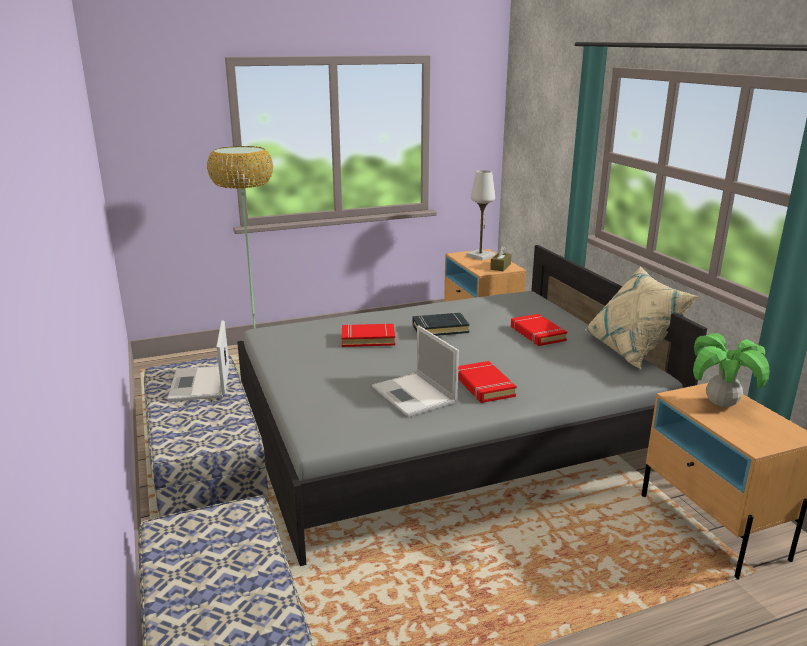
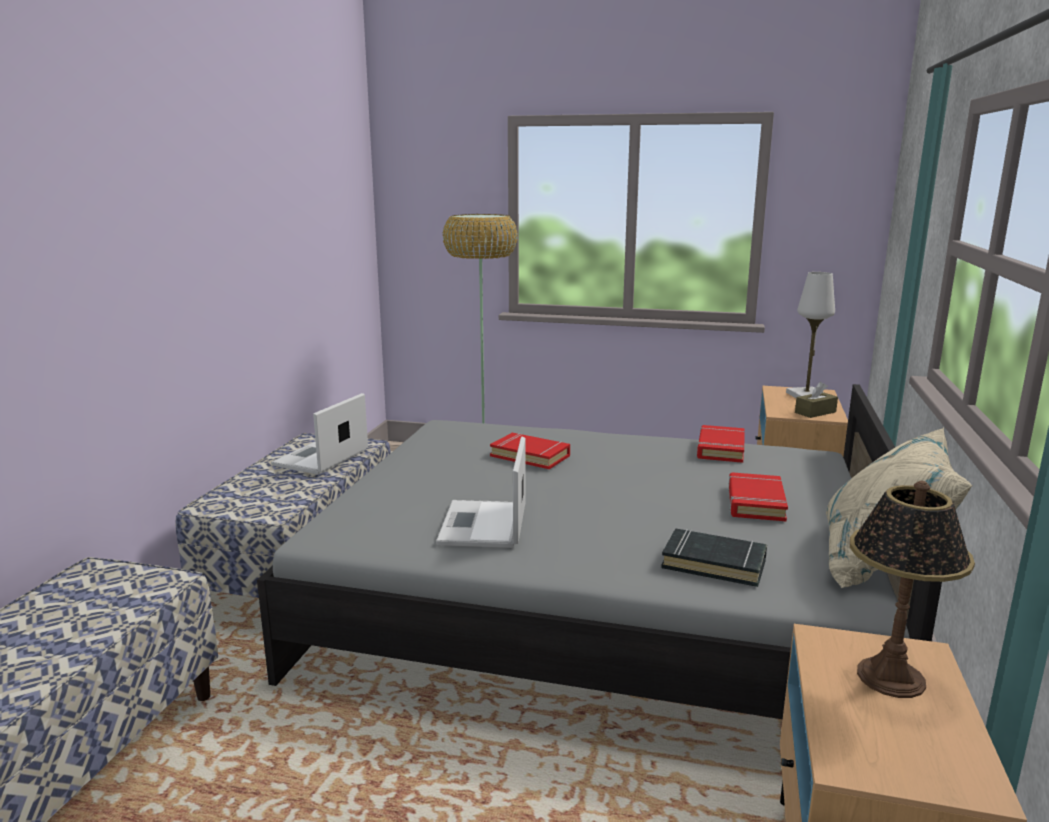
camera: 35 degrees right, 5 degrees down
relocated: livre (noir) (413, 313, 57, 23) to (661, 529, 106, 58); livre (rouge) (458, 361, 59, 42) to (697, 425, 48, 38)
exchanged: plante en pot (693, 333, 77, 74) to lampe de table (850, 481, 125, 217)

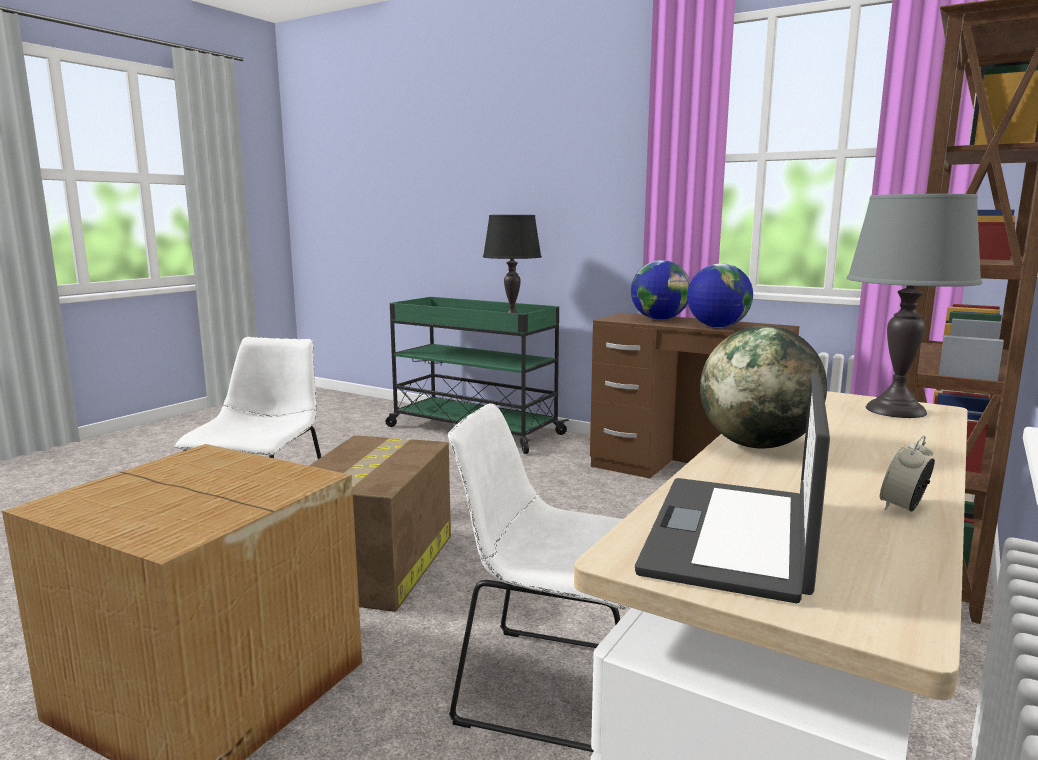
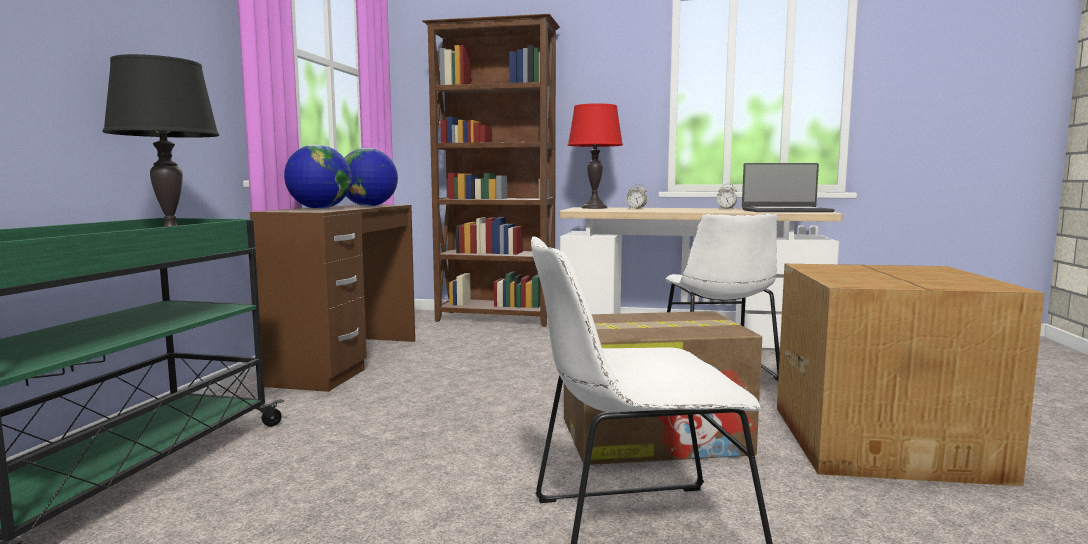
camera: 110 degrees left, 5 degrees down
missing: globe (700, 326, 127, 122)
appeared: réveil (626, 184, 21, 25)
colour: lampe de table (gris) (847, 194, 135, 224) to lampe de table (rouge) (568, 103, 55, 106)

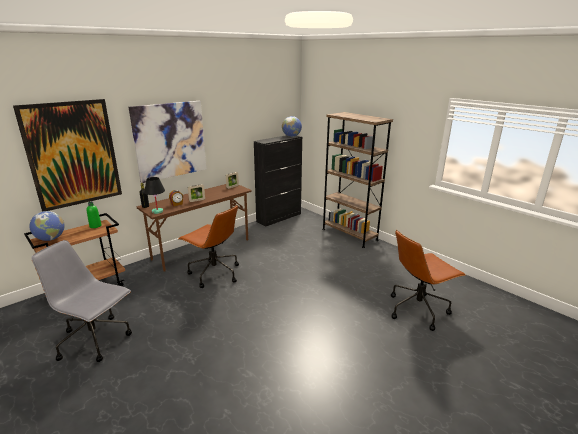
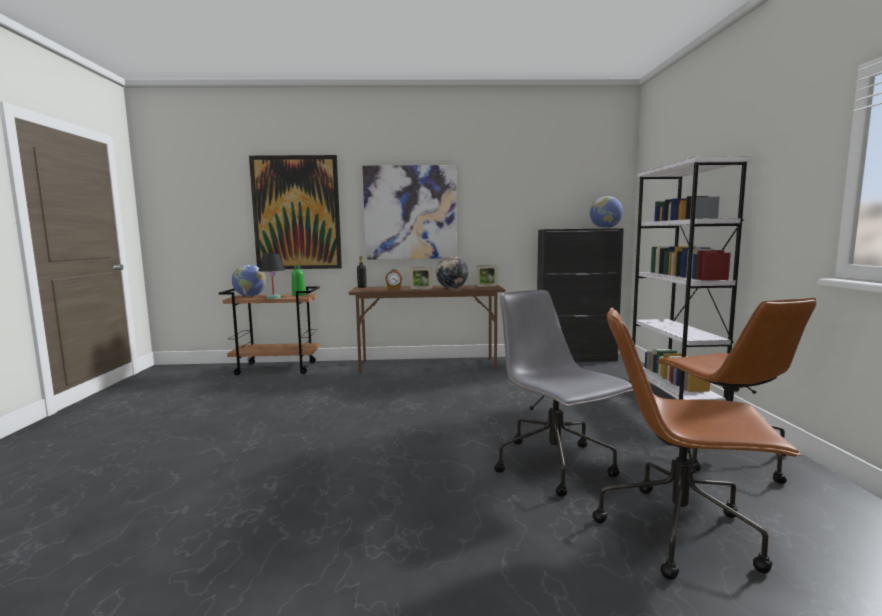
camera: 40 degrees right, 15 degrees down
appeared: globe (436, 256, 32, 33)
relocated: lampe de table (noir) (144, 177, 21, 37) to (259, 253, 26, 46); chaise de bureau (gris) (31, 240, 101, 122) to (494, 290, 139, 207); chaise de bureau (marron) (178, 205, 61, 83) to (656, 297, 161, 187)
colour: bibliothèque (marron) (322, 112, 71, 136) to bibliothèque (blanc) (629, 156, 123, 245)

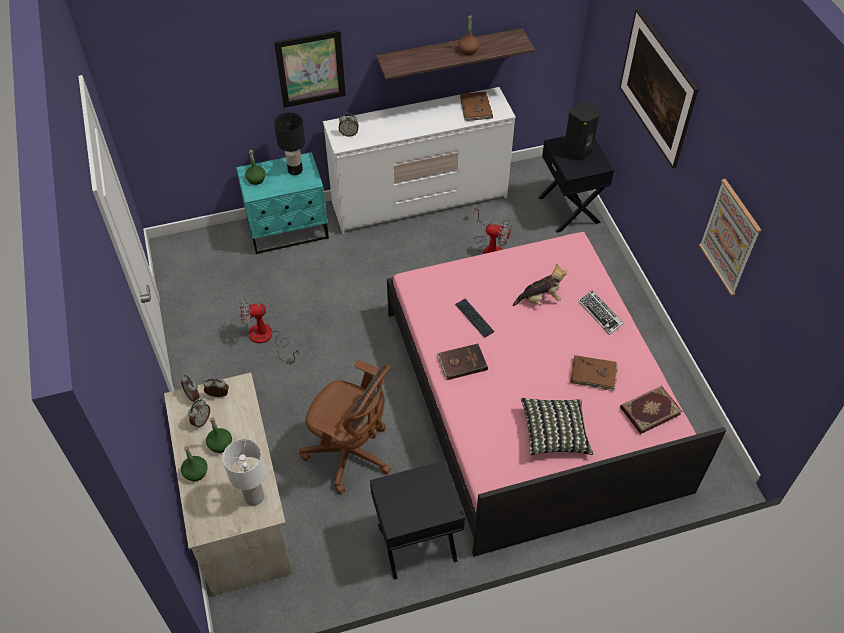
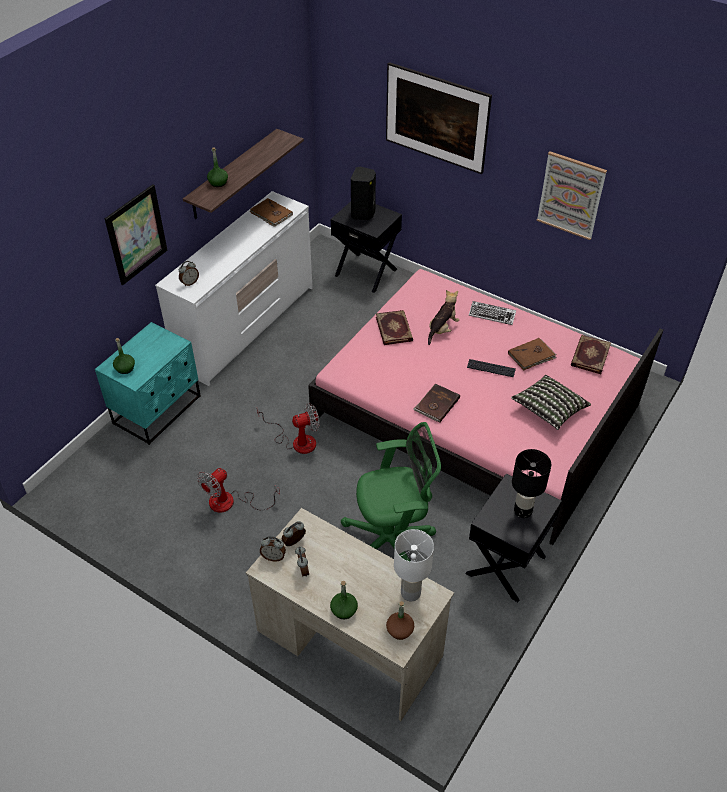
camera: 40 degrees left, 5 degrees down
appeared: livre (376, 310, 37, 35)
relocated: bouteille (vert) (206, 417, 26, 36) to (207, 148, 21, 39); ventilateur (474, 204, 38, 50) to (257, 403, 63, 51); bouteille (marron) (458, 15, 21, 40) to (386, 601, 28, 39); clavier (455, 299, 39, 39) to (467, 359, 49, 18); lampe de table (noir) (274, 112, 31, 63) to (512, 449, 39, 69)
colour: chaise de bureau (marron) (299, 360, 92, 134) to chaise de bureau (vert) (341, 422, 100, 140)

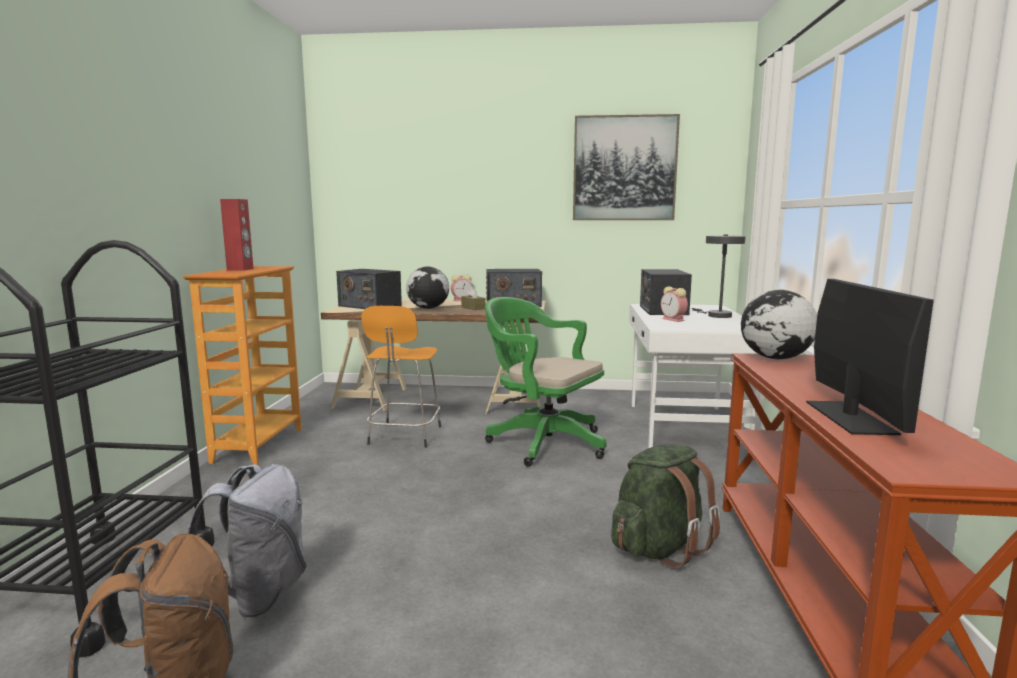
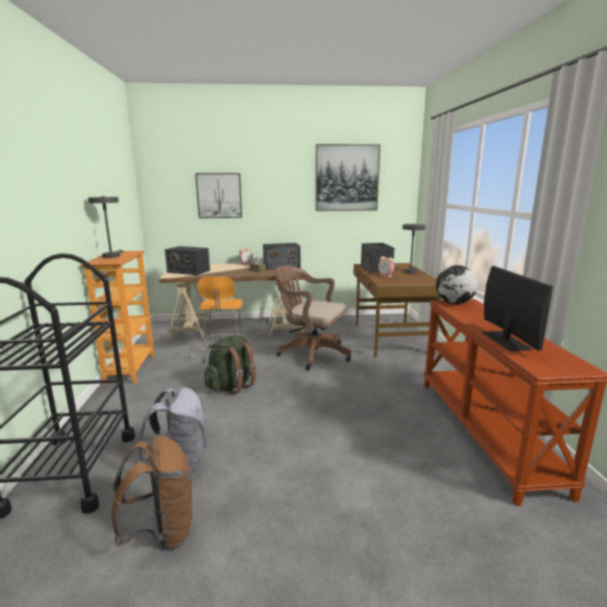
camera: 10 degrees left, 5 degrees up
missing: globe (406, 266, 43, 43)
appeared: tableau (195, 173, 47, 45)
relocated: sac à dos (vert) (611, 444, 109, 124) to (205, 335, 52, 59)
exchanged: enceinte (rouge) (220, 199, 33, 72) to lampe de table (gris) (88, 196, 36, 62)
colour: chaise de bureau (vert) (485, 297, 121, 170) to chaise de bureau (marron) (275, 265, 77, 105); bureau (blanc) (629, 304, 135, 144) to bureau (marron) (353, 263, 88, 94)

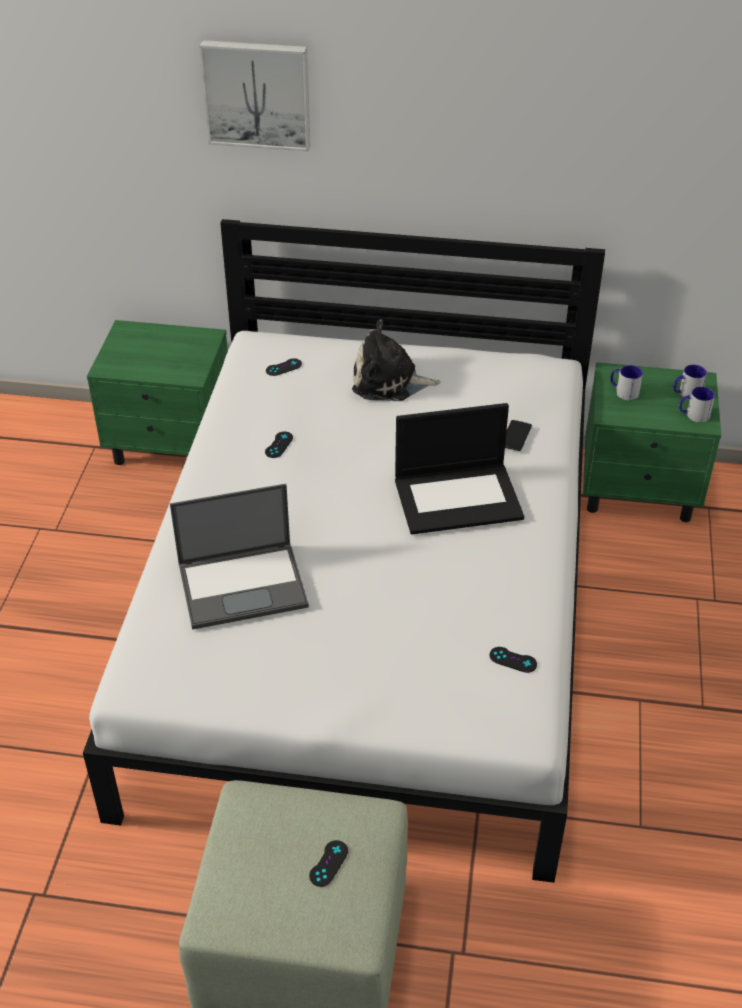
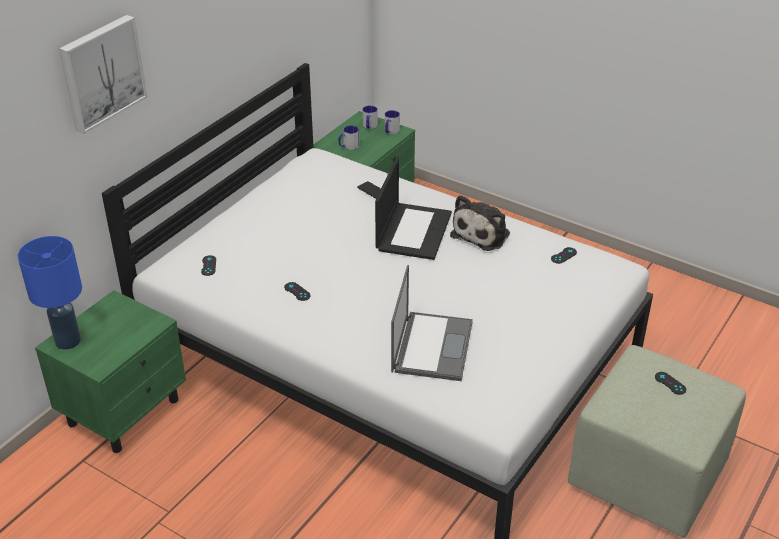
camera: 65 degrees left, 5 degrees down
appeared: lampe de table (bleu) (18, 236, 64, 114)
relocated: peluche (352, 319, 88, 82) to (450, 195, 60, 56)

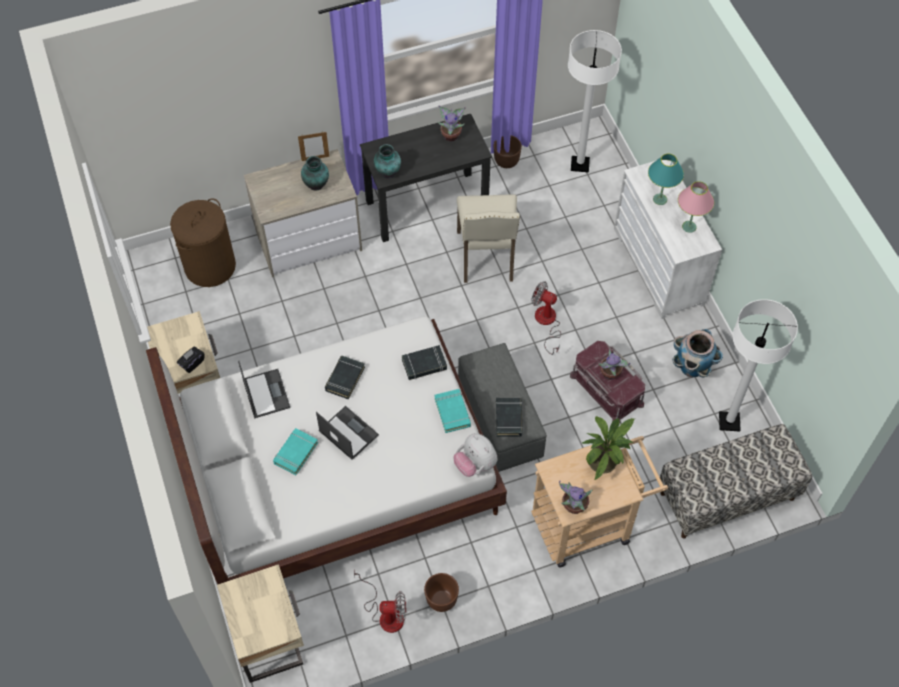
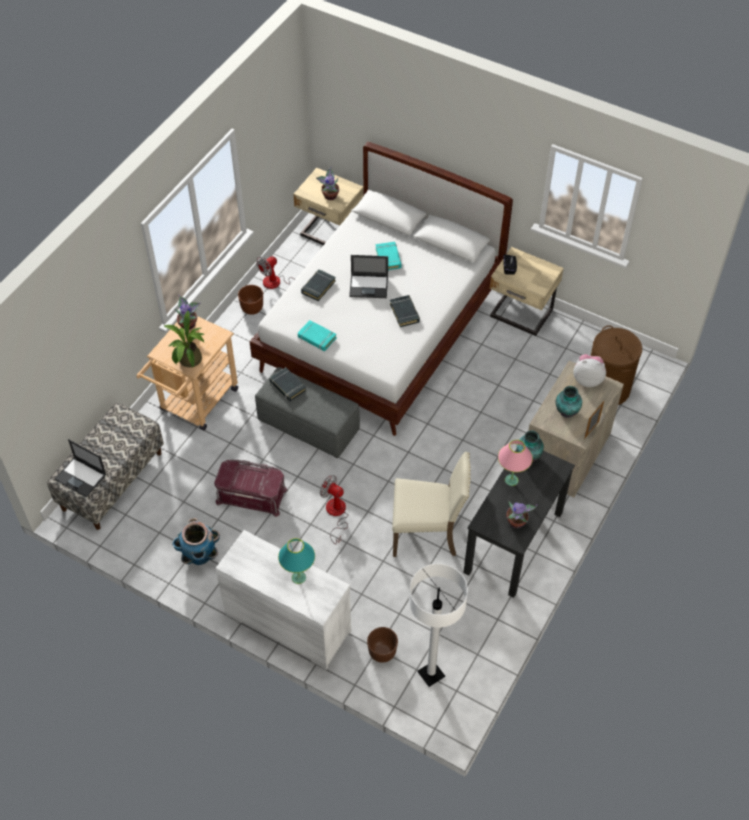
camera: 140 degrees right, 5 degrees down
missing: lampadaire (blanc) (719, 299, 79, 132)
relocated: ordinateur portable (238, 361, 52, 57) to (55, 439, 52, 59); livre (noir) (402, 345, 45, 35) to (301, 269, 35, 32); plante en pot (598, 349, 32, 31) to (316, 166, 23, 34); cache-pot (marron) (494, 136, 28, 32) to (367, 627, 31, 36); lampe de table (rose) (678, 181, 36, 52) to (498, 440, 35, 46); peluche (454, 433, 43, 44) to (573, 354, 33, 33)
spun: ventilateur (532, 281, 29, 74) = (320, 475, 28, 70) 135 degrees counterclockwise; chaise (beige) (457, 194, 63, 89) = (392, 452, 79, 105) 135 degrees clockwise

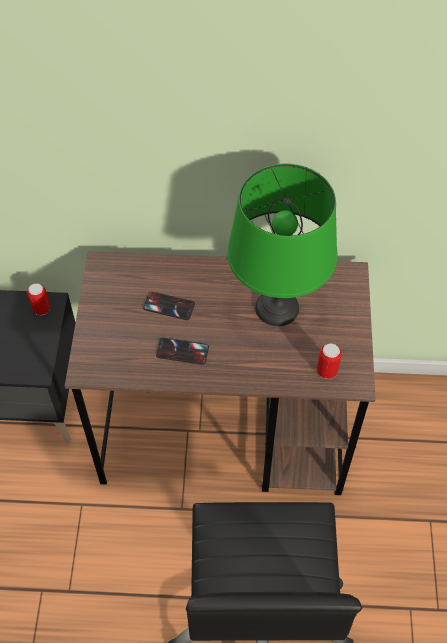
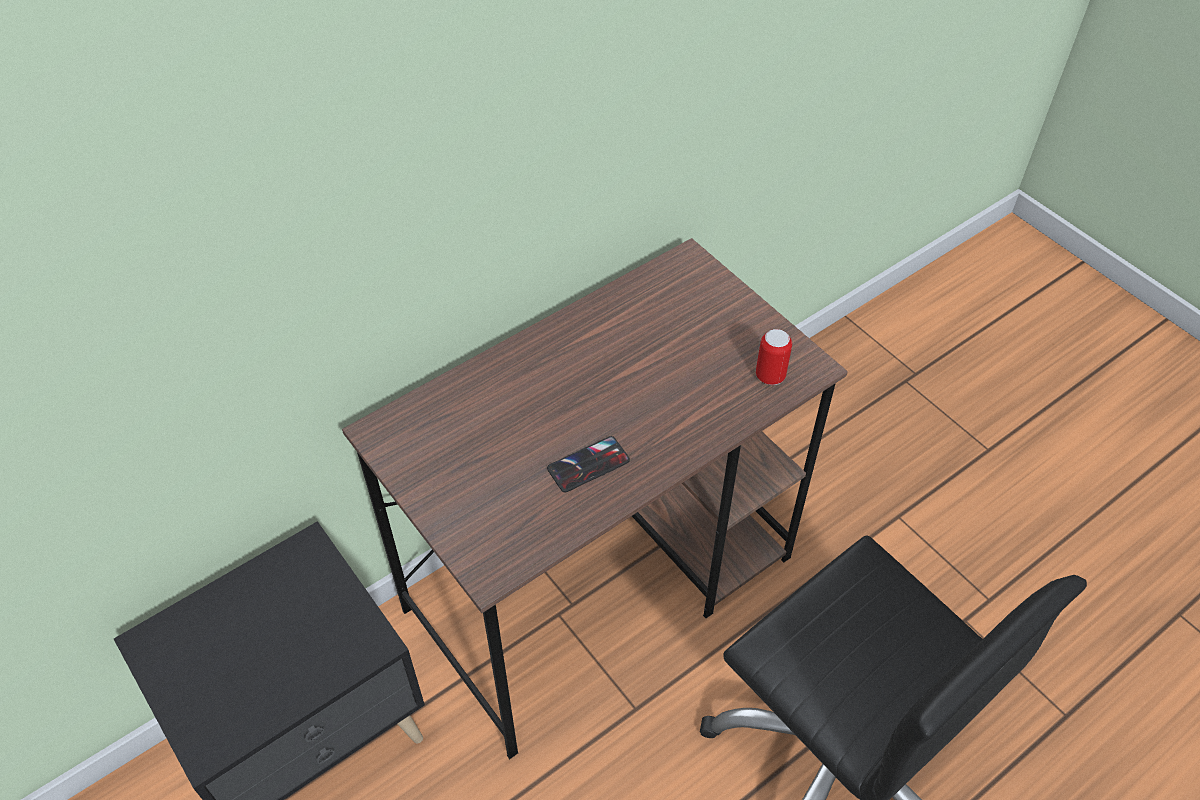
camera: 40 degrees left, 5 degrees down
missing: boîte métallique (27, 283, 23, 32); téléphone (143, 292, 52, 28); lampe de table (vert) (227, 164, 111, 162)

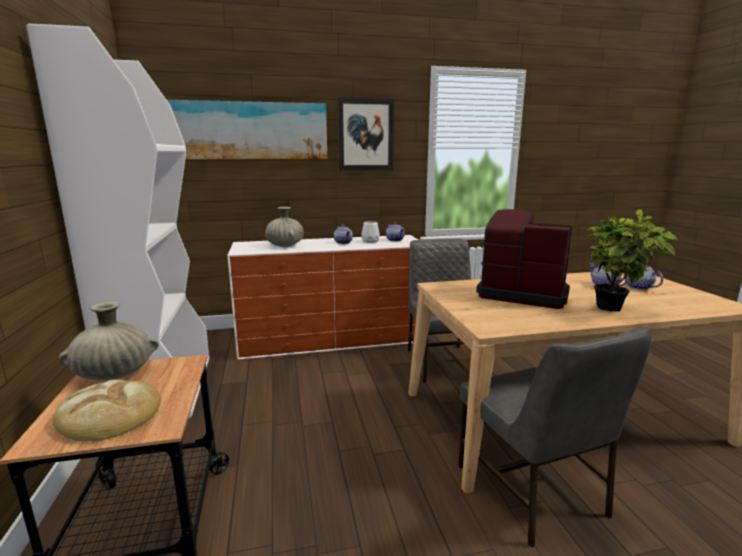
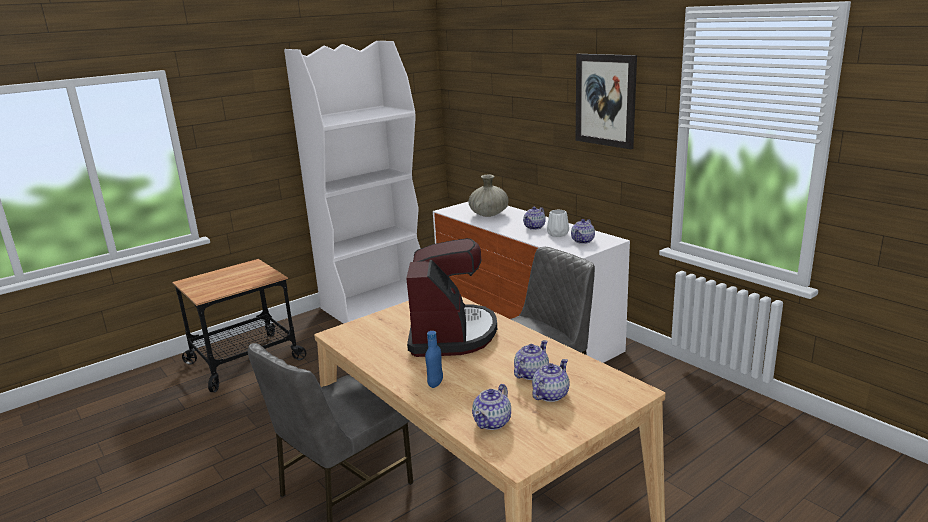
camera: 65 degrees right, 5 degrees up
missing: pain (52, 380, 109, 62); vase (beige) (59, 302, 100, 79); tableau (167, 100, 160, 59)
appeared: théière (472, 384, 39, 46)
exchanged: plante en pot (587, 209, 91, 103) to bouteille (bleu) (425, 331, 18, 57)

